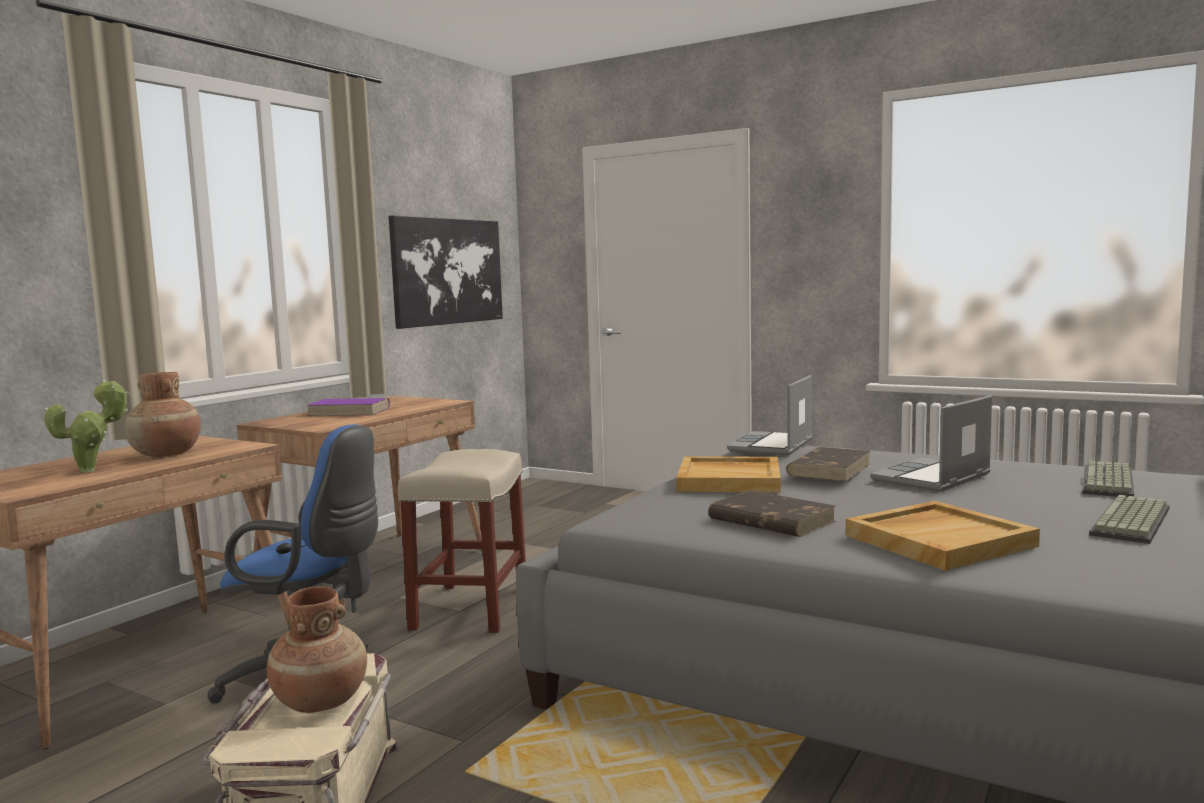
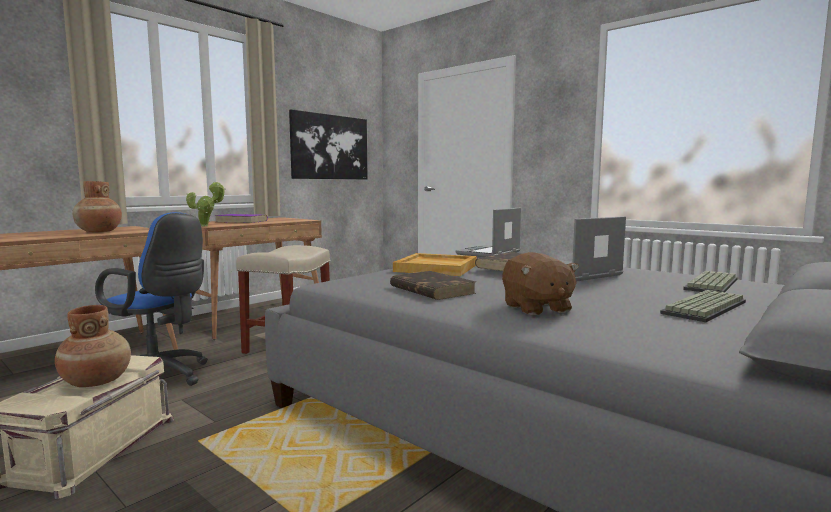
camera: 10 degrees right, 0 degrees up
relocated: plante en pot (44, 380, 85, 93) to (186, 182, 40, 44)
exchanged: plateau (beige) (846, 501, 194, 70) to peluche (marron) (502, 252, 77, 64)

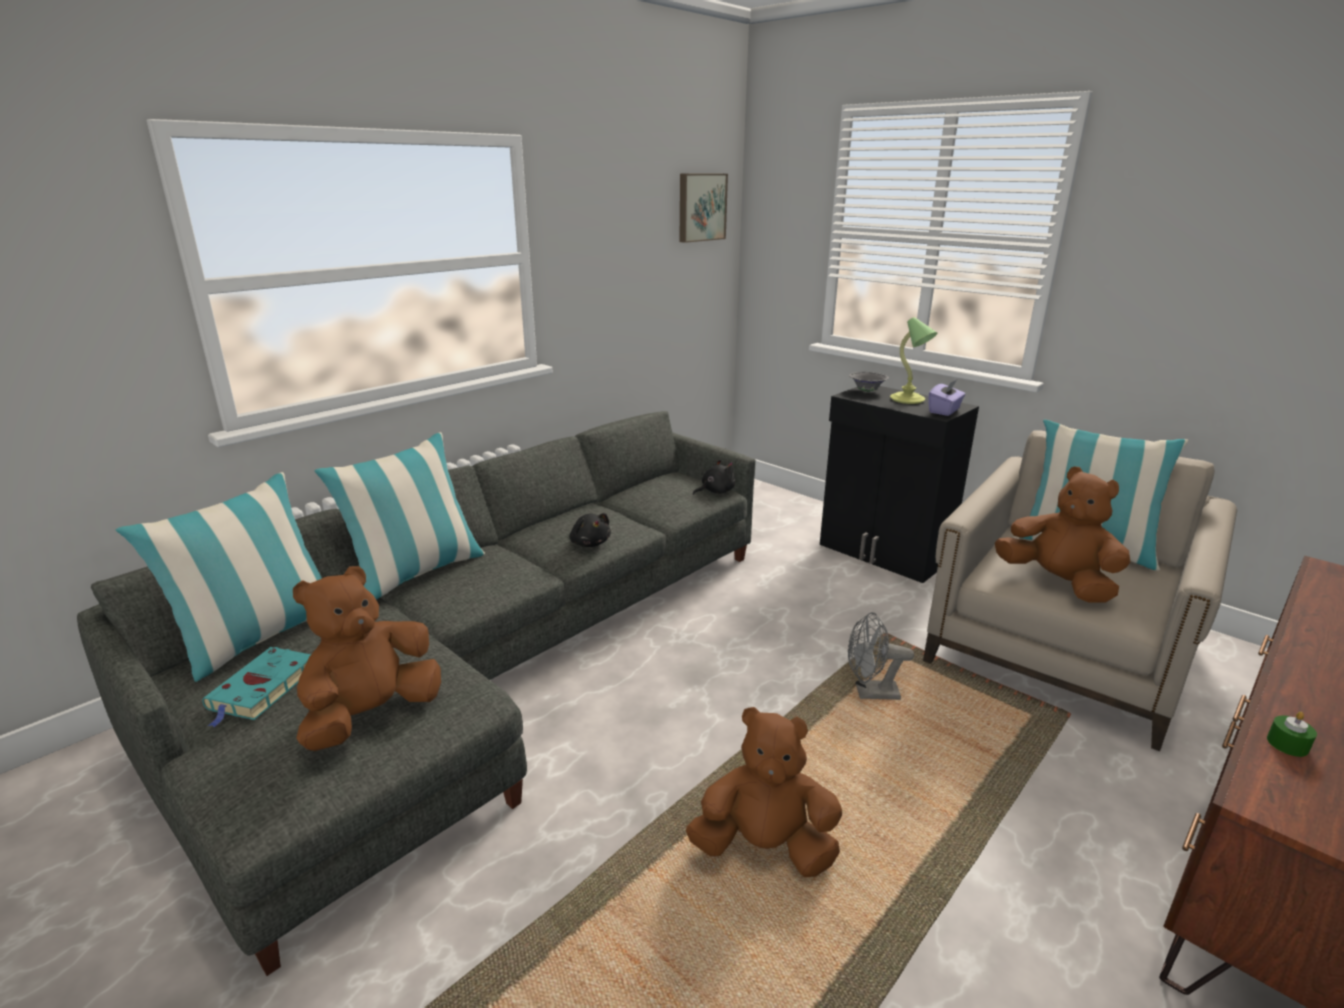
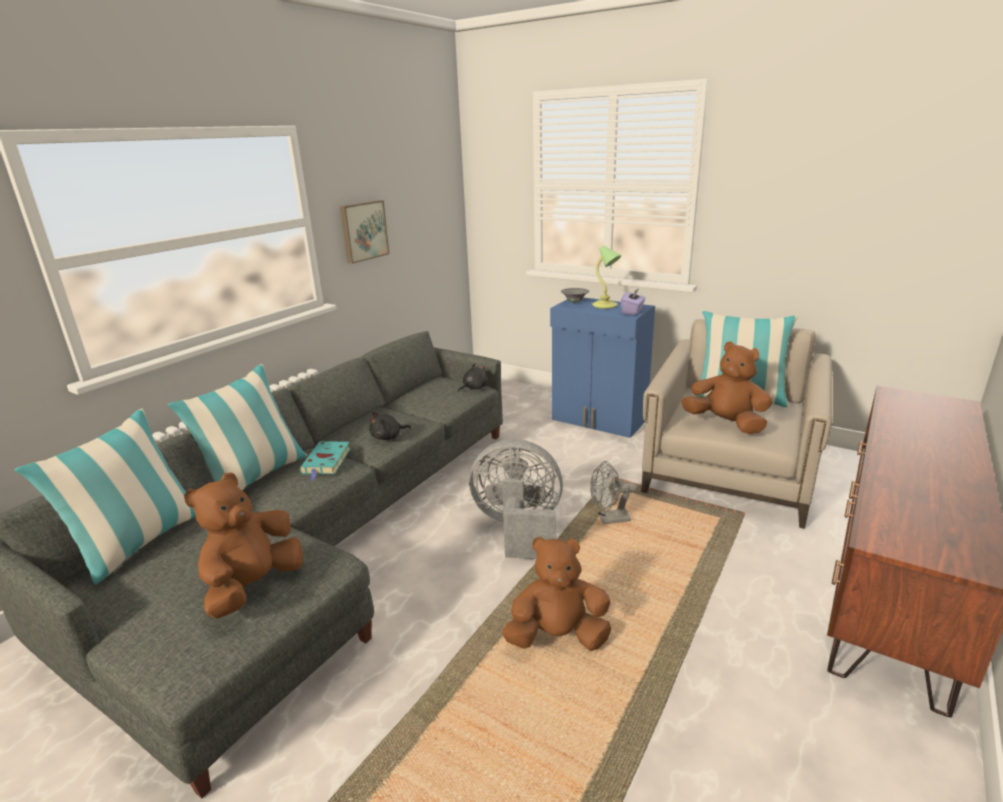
camera: 10 degrees left, 0 degrees up
missing: bougie (vert) (1267, 712, 50, 45)
appeared: ventilateur (gris) (469, 439, 94, 120)
relocated: livre (turquoise) (202, 647, 109, 80) to (300, 441, 51, 39); tableau (679, 174, 49, 69) to (340, 200, 49, 64)
colour: meuble de rangement (noir) (820, 386, 159, 197) to meuble de rangement (bleu) (550, 298, 105, 140)
spun: peluche (noir) (570, 513, 41, 34) = (369, 411, 42, 29) 105 degrees clockwise

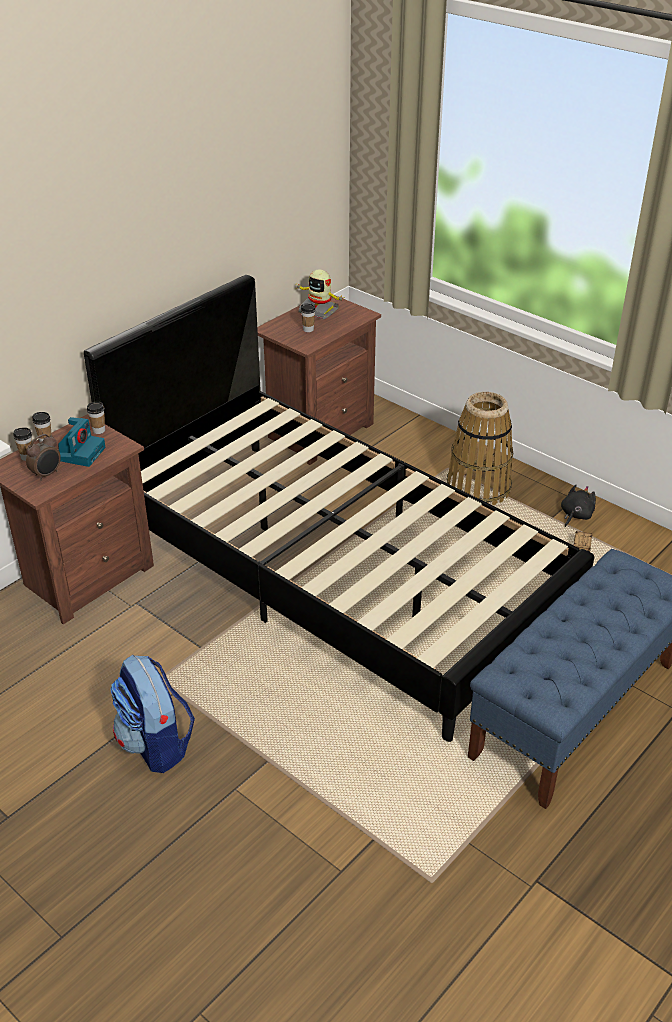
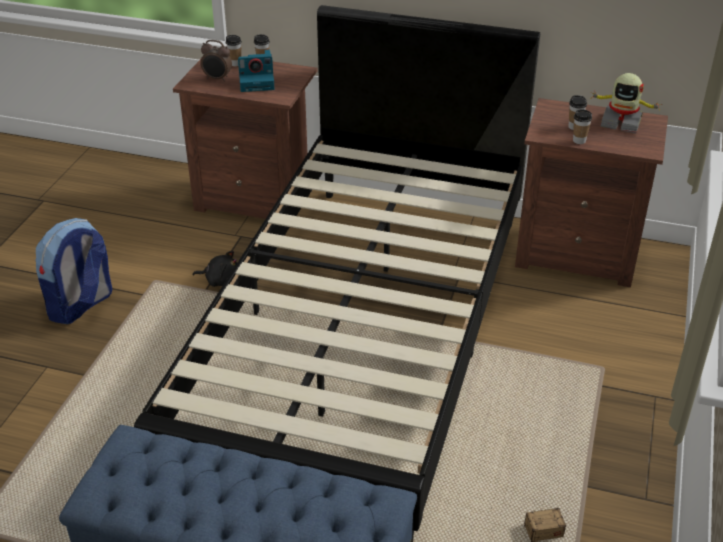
camera: 65 degrees right, 0 degrees up
missing: panier (447, 392, 66, 113)
relocated: peluche (noir) (561, 485, 35, 42) to (193, 251, 44, 36); tasse (87, 402, 18, 32) to (573, 109, 19, 35)
spun: robot jouet (296, 269, 48, 51) = (590, 73, 72, 60) 75 degrees counterclockwise

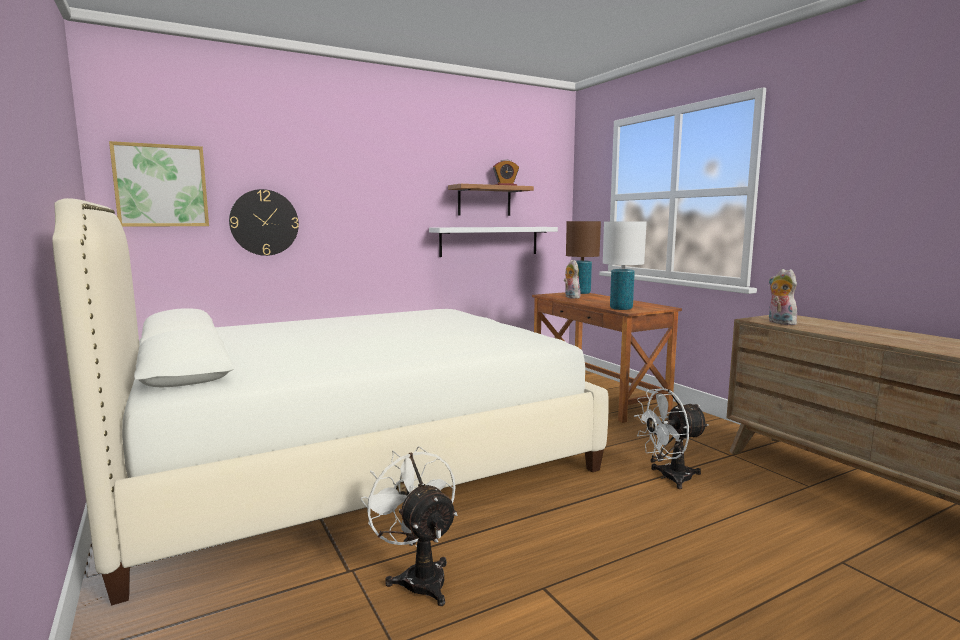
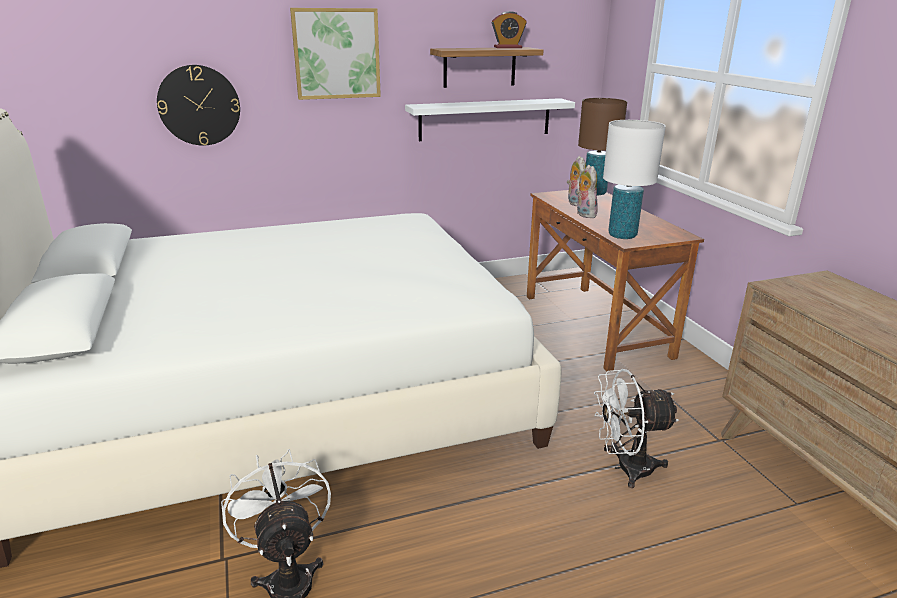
camera: 10 degrees right, 15 degrees up
relocated: tableau (109, 141, 100, 86) to (290, 8, 91, 92); peluche (769, 269, 31, 56) to (576, 165, 22, 53)

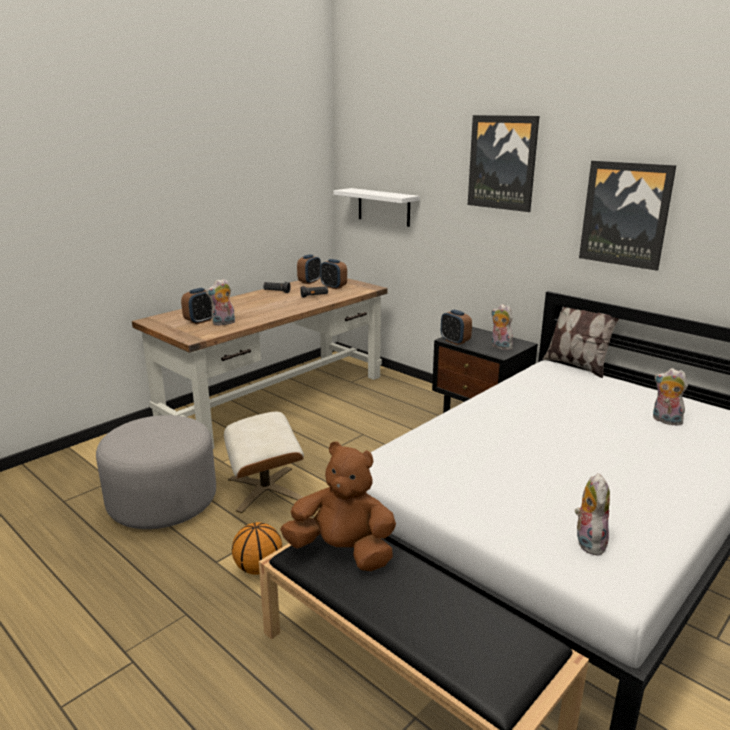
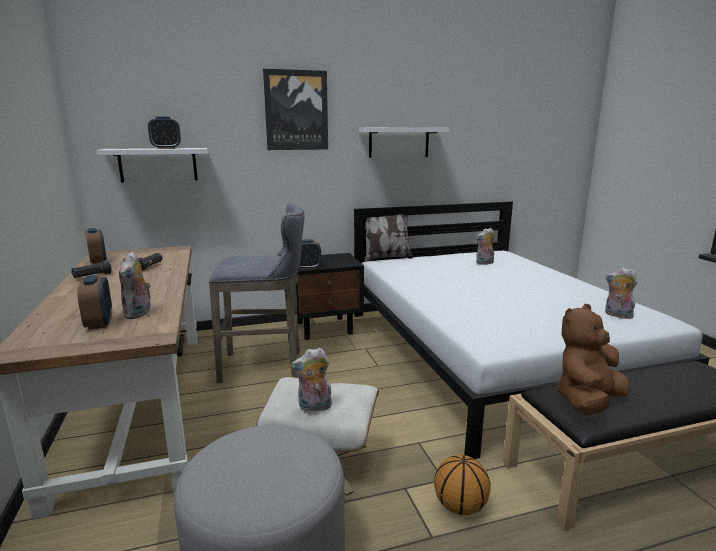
camera: 60 degrees left, 5 degrees down
appeared: tabouret (gris) (209, 203, 96, 180)
relocated: réveil (320, 259, 27, 30) to (148, 117, 33, 32); peluche (491, 304, 22, 46) to (291, 347, 41, 65)
exchanged: tableau (579, 161, 97, 110) to étagère (blanc) (359, 128, 90, 30)

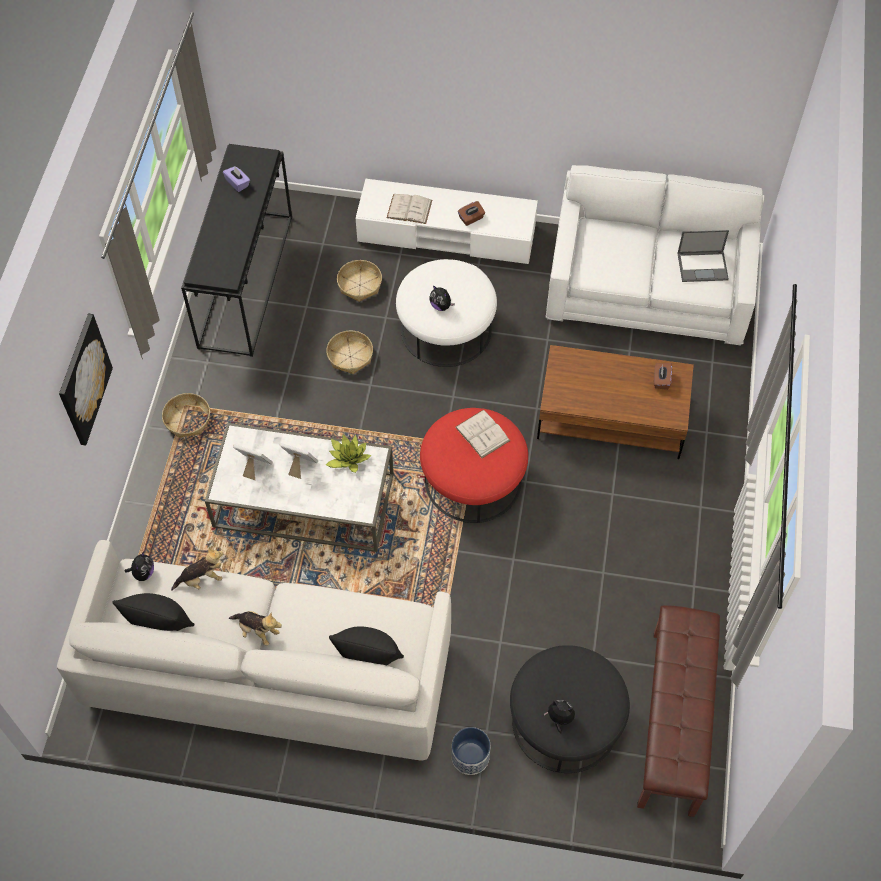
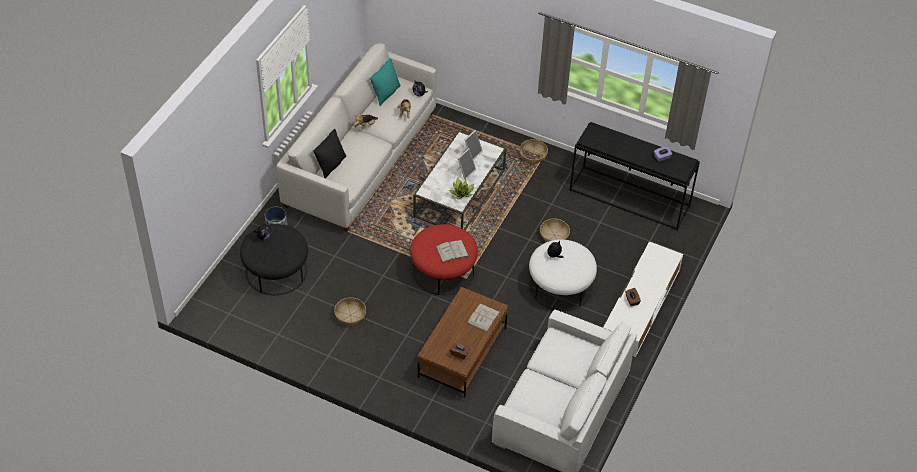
camera: 105 degrees right, 10 degrees down
missing: tableau (59, 313, 54, 133); banc (marron) (637, 606, 83, 211); ordinateur portable (677, 230, 52, 52)
relocated: panier (337, 260, 45, 42) to (334, 297, 32, 30); livre (blanc) (387, 194, 45, 30) to (467, 303, 33, 29)
colour: coussin (noir) (112, 593, 82, 38) to coussin (turquoise) (370, 58, 31, 48)

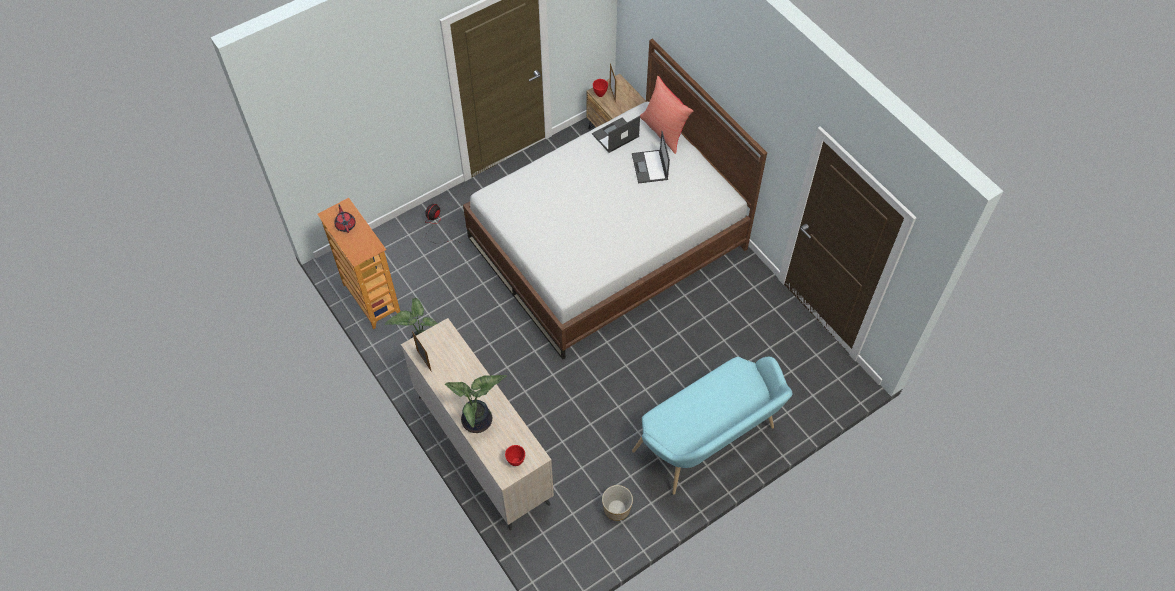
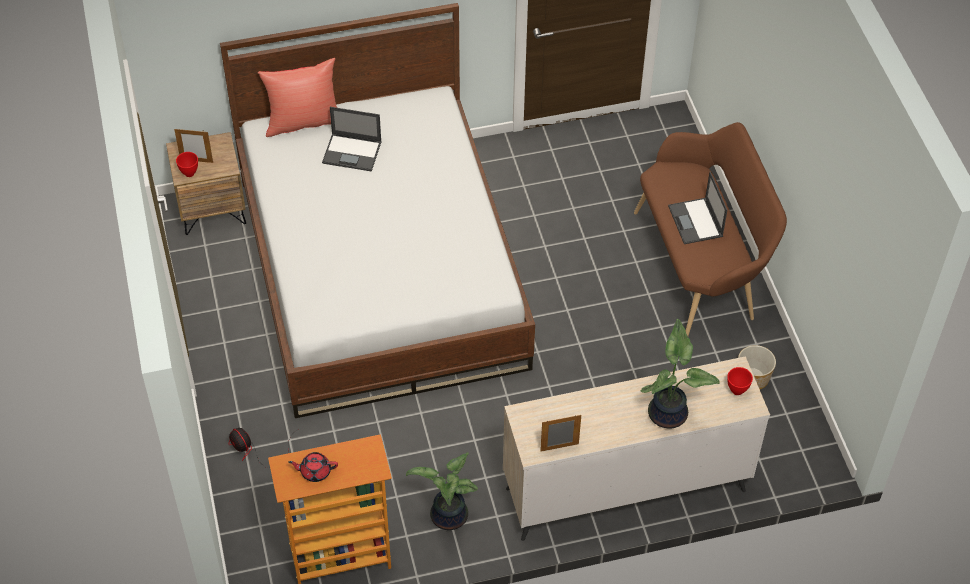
camera: 70 degrees left, 5 degrees down
relocated: ordinateur portable (592, 116, 48, 37) to (668, 172, 59, 72)
colour: banc (turquoise) (632, 356, 161, 139) to banc (marron) (634, 122, 153, 214)

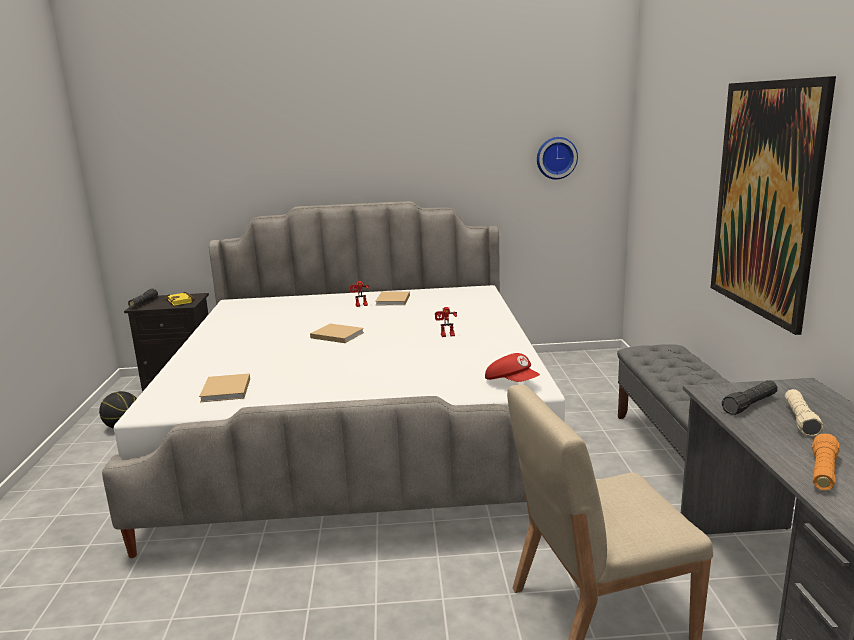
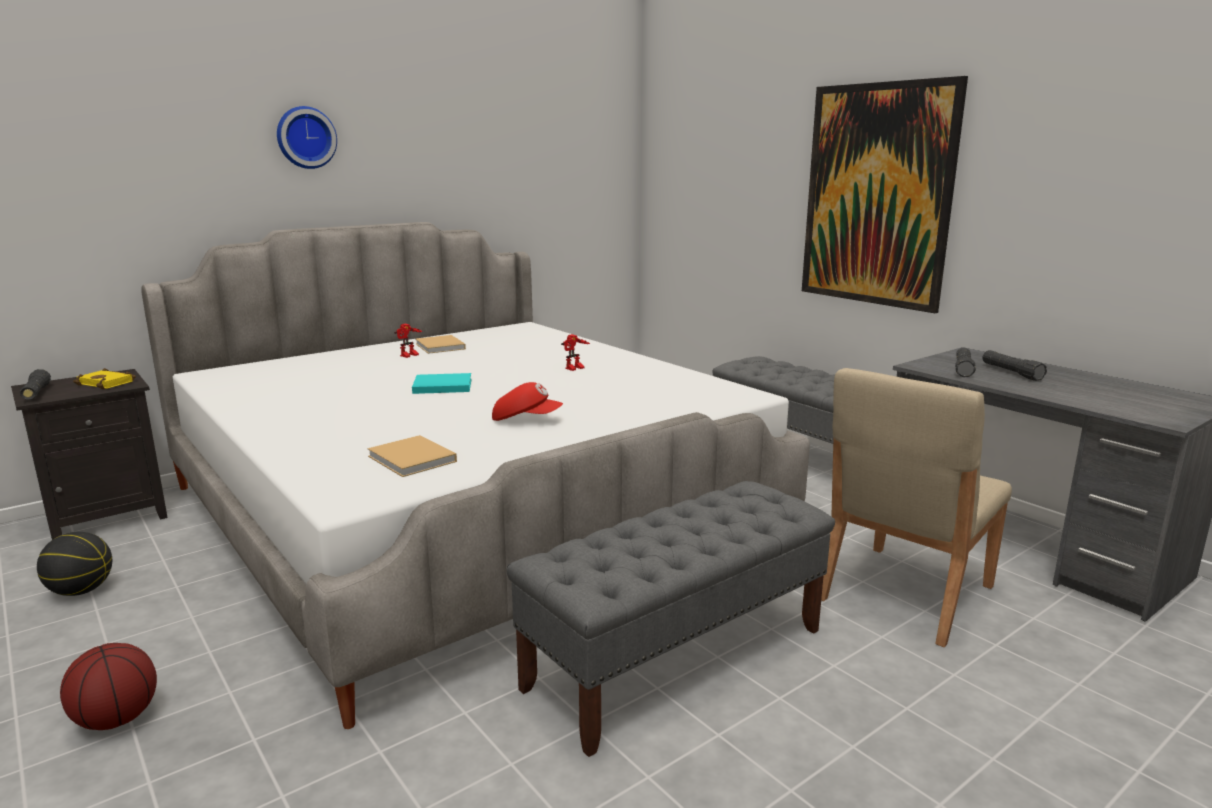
camera: 35 degrees left, 0 degrees up
missing: lampe de poche (orange) (812, 434, 28, 57)
appeared: ballon de basket (60, 643, 97, 87); banc (gris) (506, 481, 329, 276)
relocated: horloge murale (537, 137, 41, 43) to (277, 106, 60, 63); casquette (rouge) (485, 353, 55, 29) to (492, 382, 71, 39)
colour: livre (beige) (310, 324, 54, 19) to livre (turquoise) (412, 373, 60, 21); lampe de poche (beige) (785, 389, 38, 48) to lampe de poche (noir) (982, 350, 65, 31)

